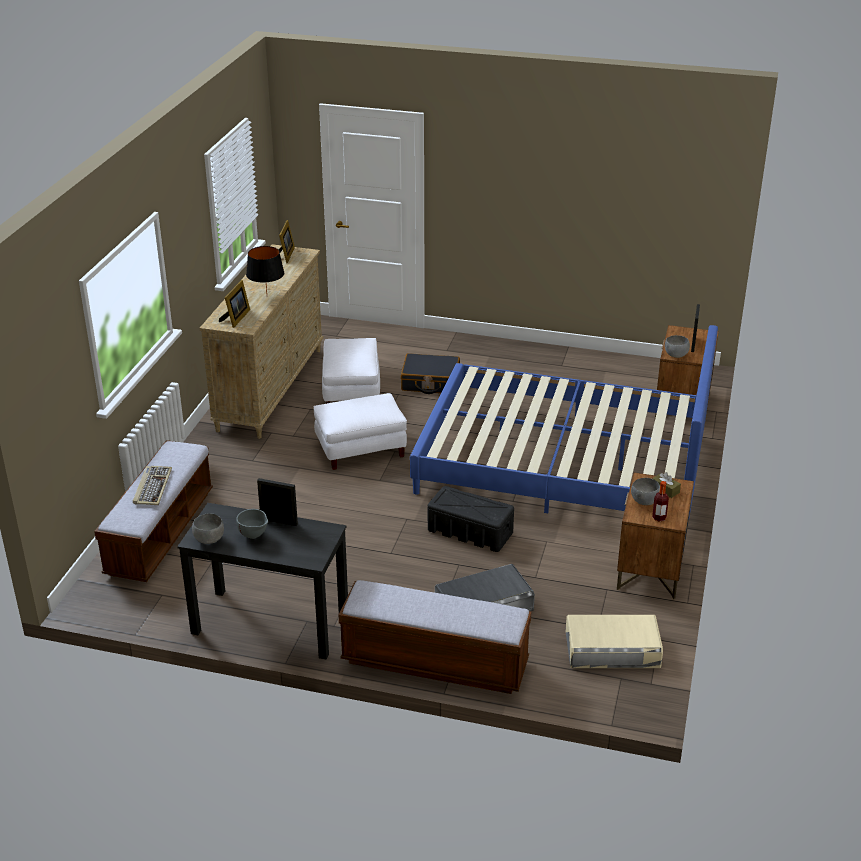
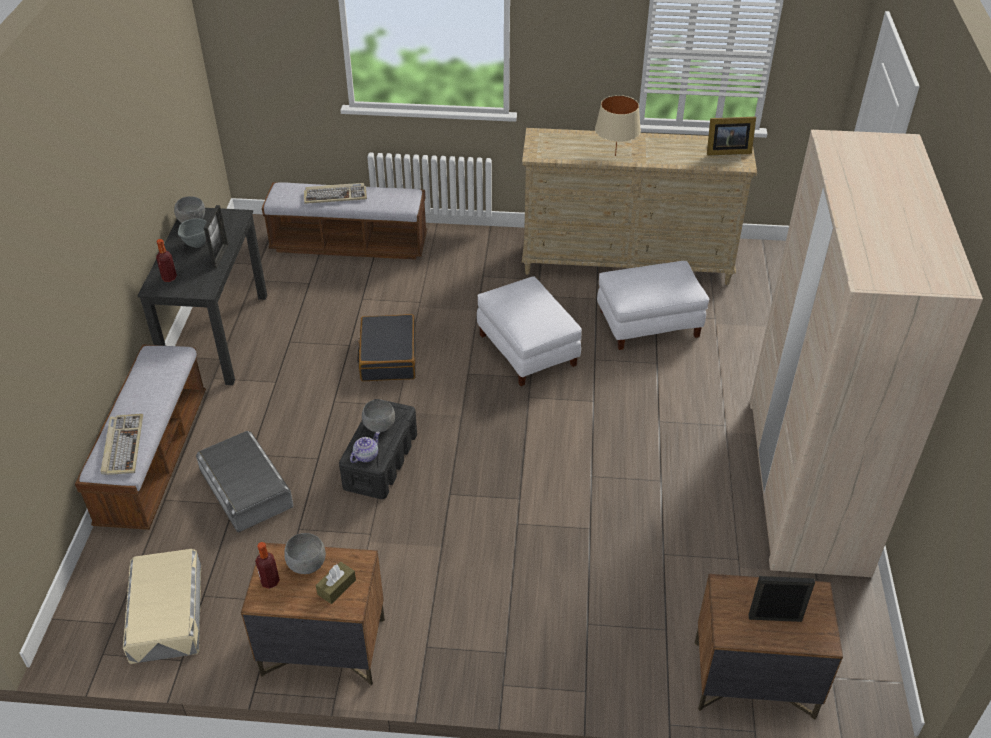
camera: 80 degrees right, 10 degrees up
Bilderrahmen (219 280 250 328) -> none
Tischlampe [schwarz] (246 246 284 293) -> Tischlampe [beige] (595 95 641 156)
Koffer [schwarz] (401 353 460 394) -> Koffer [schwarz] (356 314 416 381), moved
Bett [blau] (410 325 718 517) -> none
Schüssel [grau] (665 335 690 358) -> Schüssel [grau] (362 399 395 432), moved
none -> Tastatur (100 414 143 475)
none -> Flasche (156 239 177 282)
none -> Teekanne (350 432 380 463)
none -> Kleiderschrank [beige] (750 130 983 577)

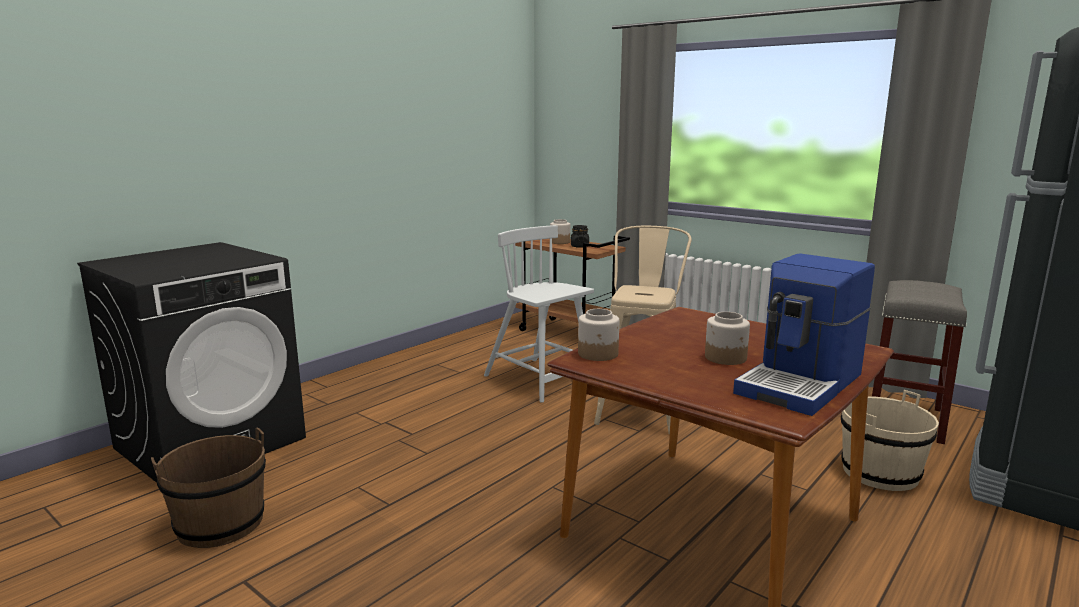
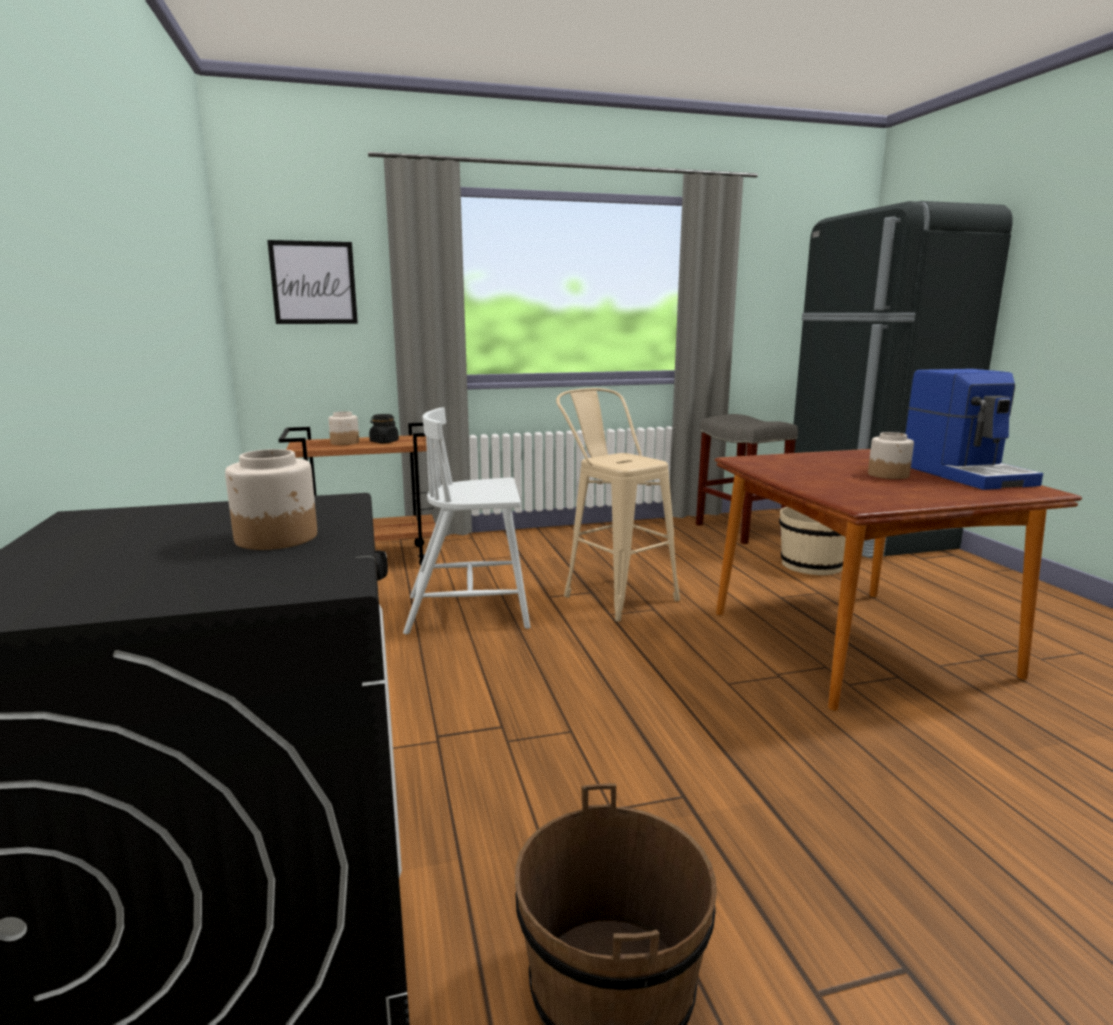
camera: 55 degrees left, 0 degrees up
Vorratsglas (578 309 619 361) -> Vorratsglas (225 449 317 550), moved
none -> Bild (267 240 358 324)

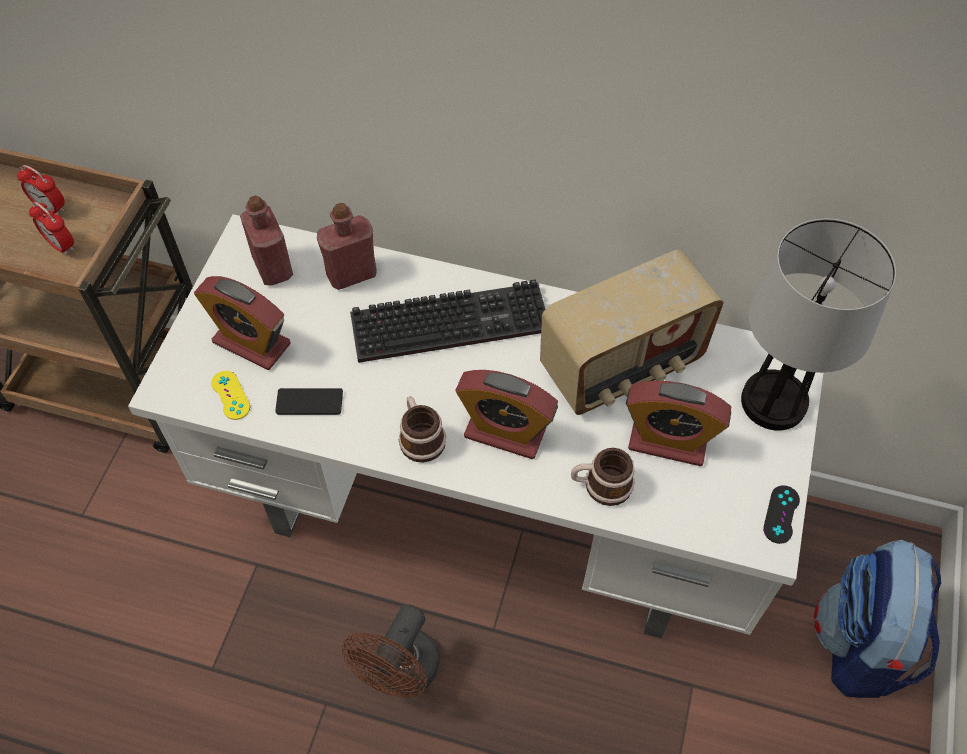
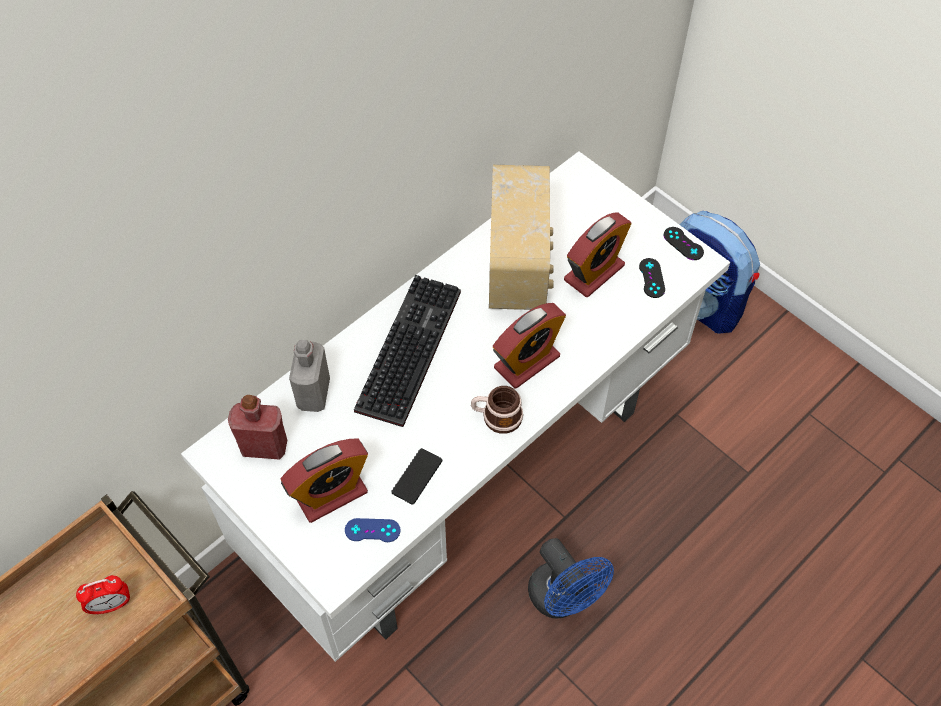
camera: 60 degrees left, 0 degrees up
Wecker (17 165 65 215) -> none
Gamepad [gelb] (211 371 250 420) -> Gamepad [blau] (345 518 401 542)
Flasche [rot] (317 203 377 290) -> Flasche [grau] (289 340 330 412)
Ventilator [braun] (342 604 440 698) -> Ventilator [blau] (528 538 614 618)
Henkelbecher (571 448 635 506) -> none
Tischlampe (741 218 896 431) -> none
none -> Gamepad [schwarz] (639 258 665 298)

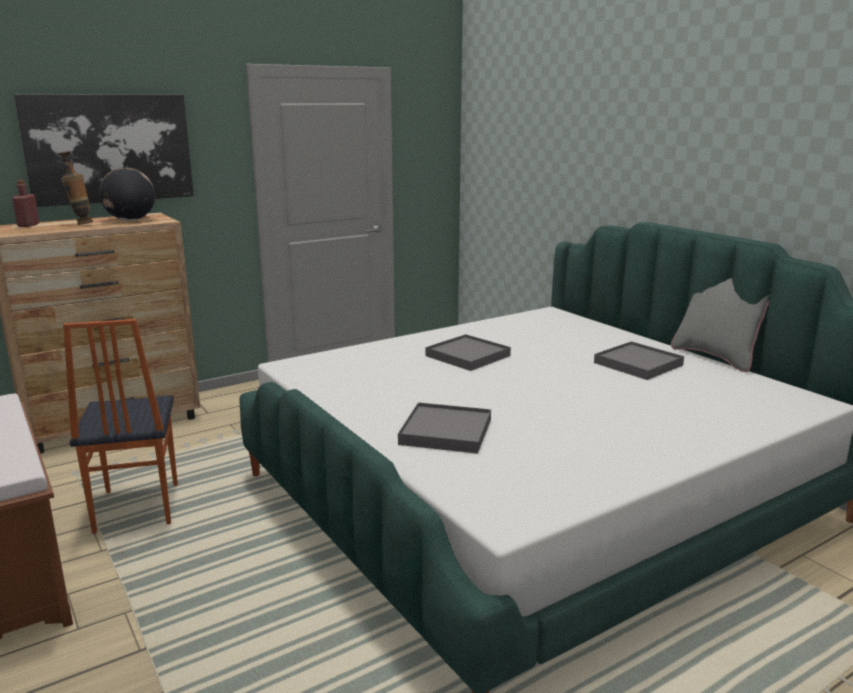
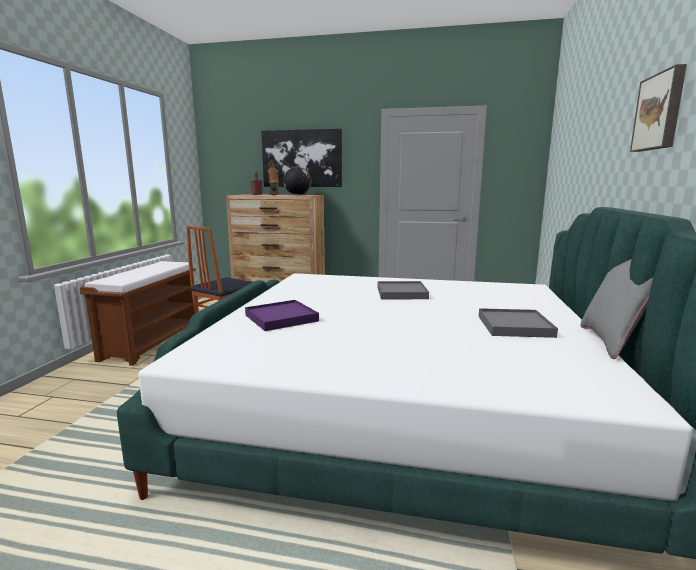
camera: 45 degrees right, 5 degrees down
Tablett [grau] (398 402 491 454) -> Tablett [lila] (245 300 319 331)
none -> Bild (630 64 687 152)

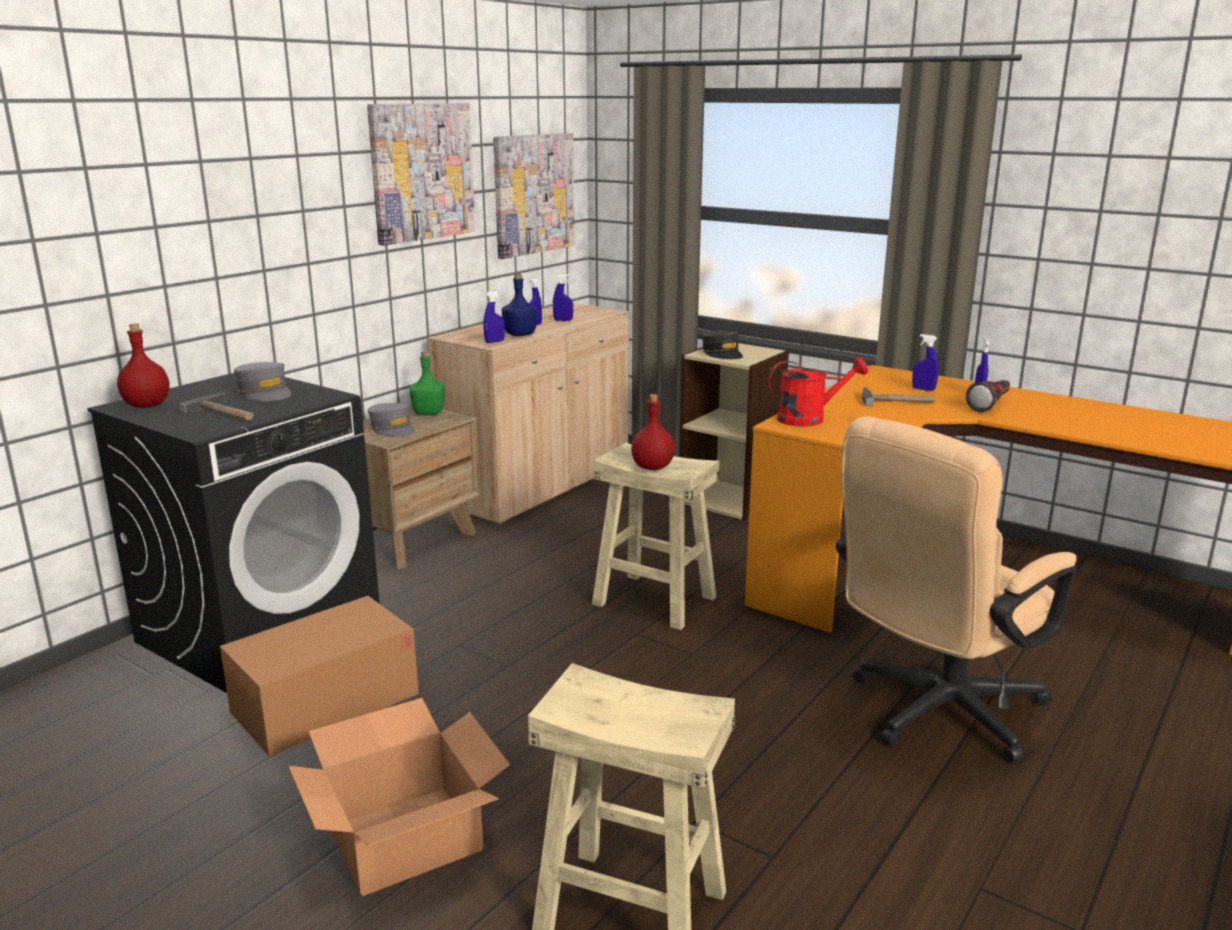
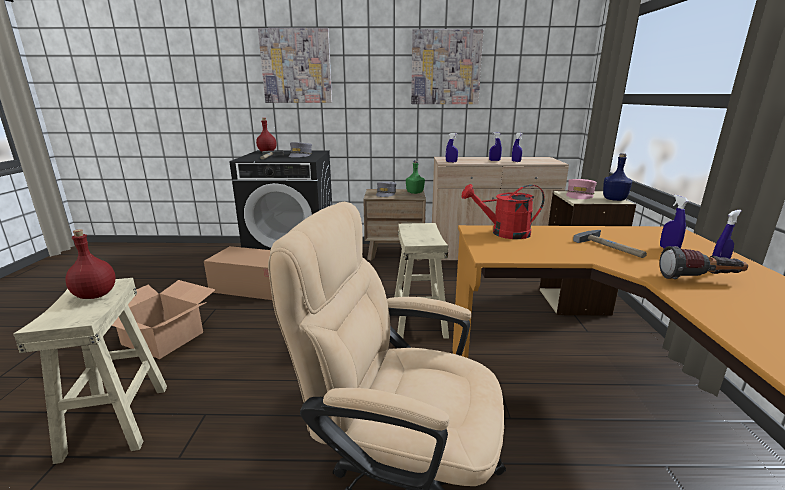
camera: 55 degrees right, 0 degrees up
Bild (493 133 575 259) -> Bild (258 28 332 103), moved
Flasche [blau] (502 273 537 336) -> Flasche [blau] (603 153 632 201), moved
Flasche [rot] (631 394 675 470) -> Flasche [rot] (65 229 116 299), moved
Kappe [grau] (701 330 743 359) -> Kappe [rosa] (566 179 597 199)
Gießkanne [rot] (768 357 868 427) -> Gießkanne [rot] (462 184 545 239), 135 degrees clockwise

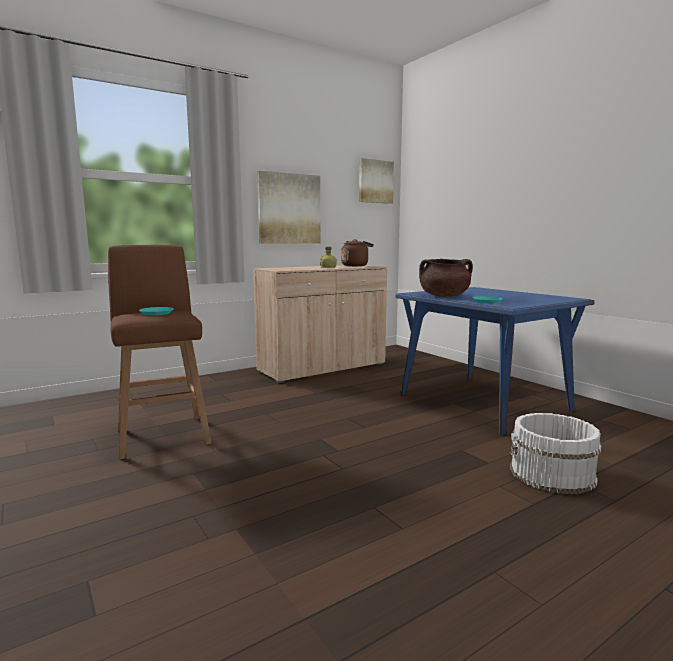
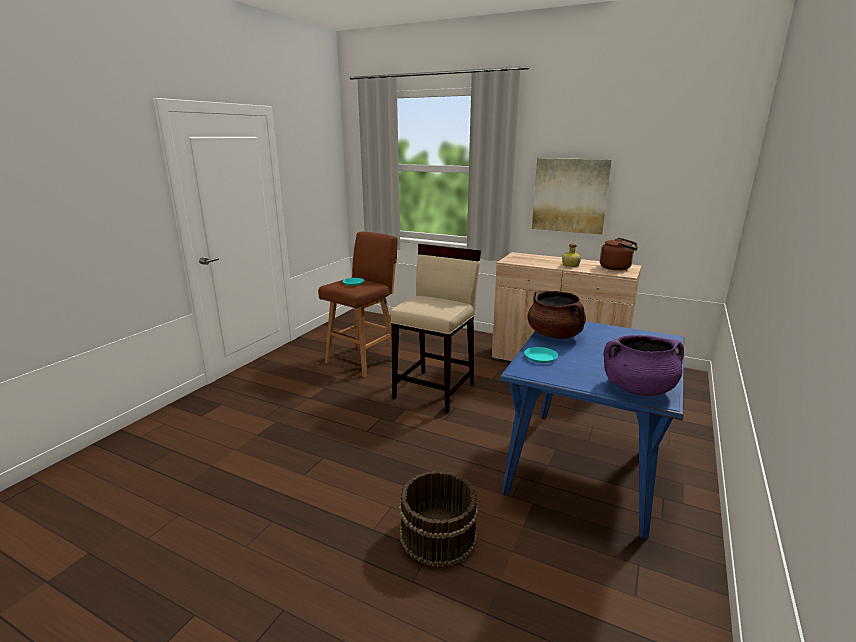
camera: 60 degrees right, 10 degrees up
Bild (359 158 394 204) -> none
Eimer [weiß] (510 413 601 494) -> Eimer [braun] (399 471 478 567)
none -> Hocker [beige] (390 244 481 414)
none -> Kochtopf [lila] (604 335 684 396)

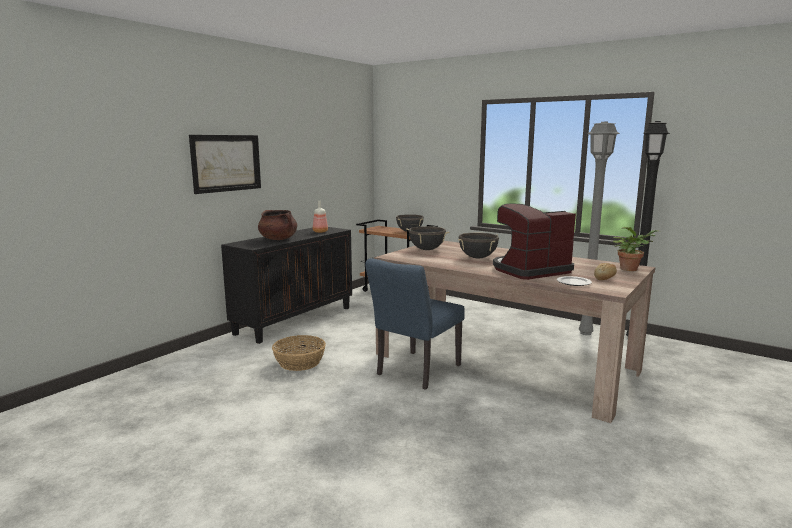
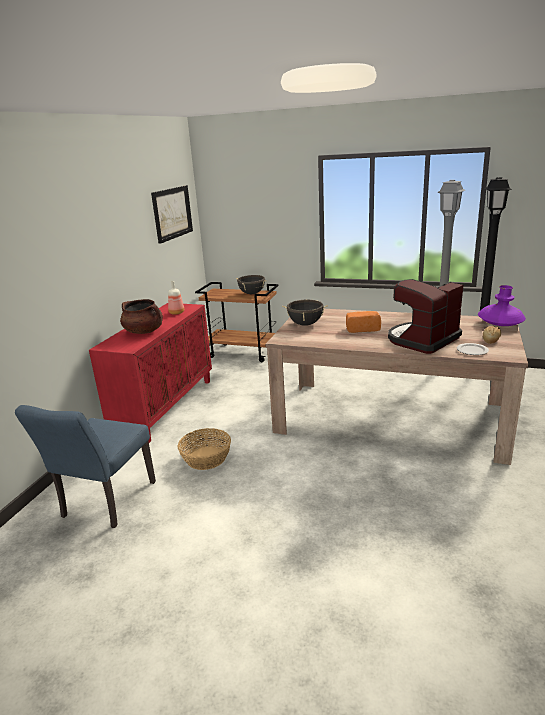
camera: 15 degrees left, 10 degrees up
Bild (189 135 261 194) -> Bild (151 185 193 244), moved
Schrank [schwarz] (221 227 352 344) -> Schrank [rot] (89 303 212 443)
Stuhl [blau] (365 258 465 390) -> Stuhl [blau] (15 405 156 528), moved
Kochtopf [schwarz] (458 233 499 258) -> Brot (346 311 381 333)
Topfpflanze (613 227 660 271) -> Vase [lila] (478 285 526 326)

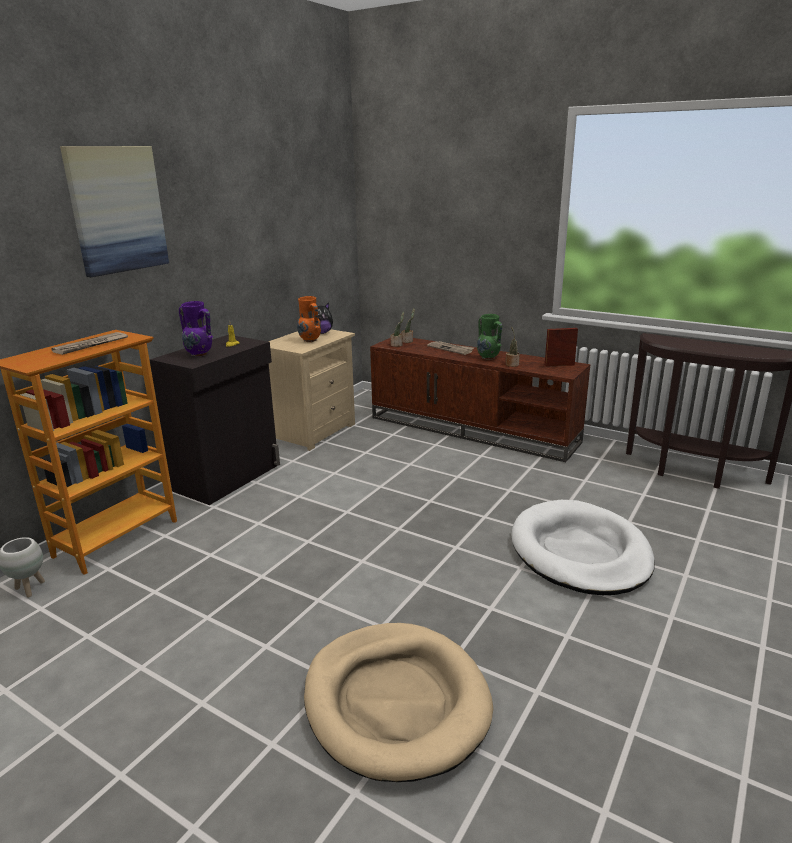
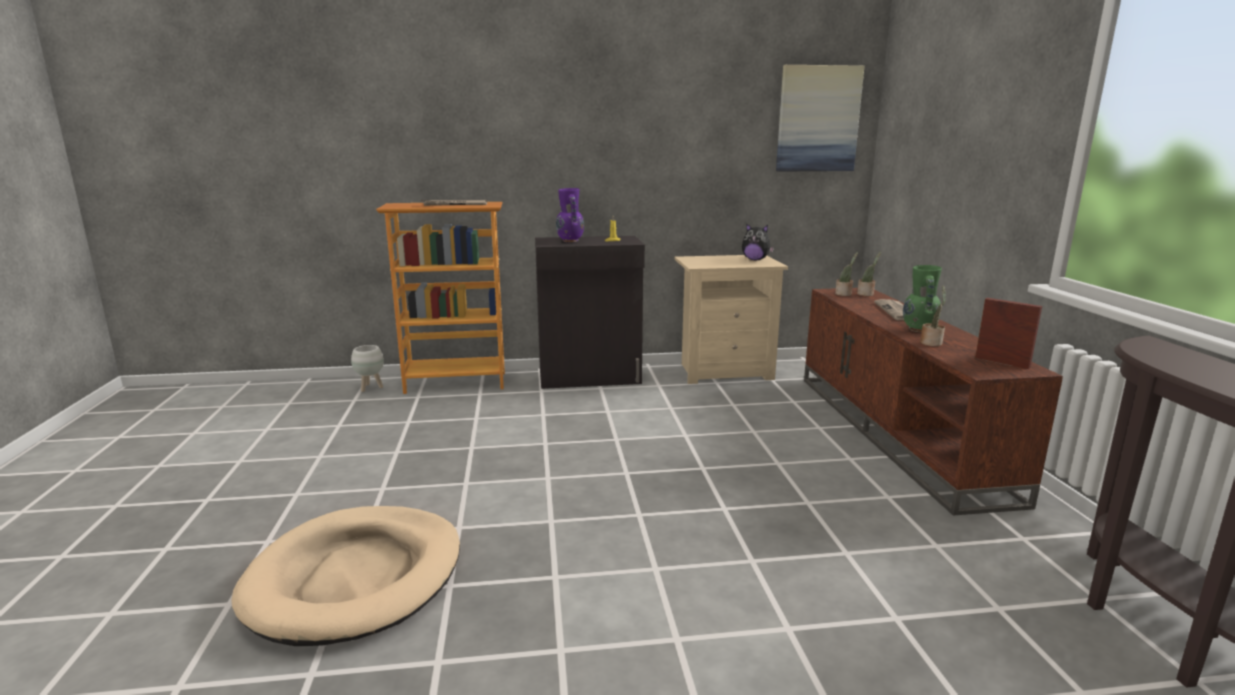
camera: 50 degrees right, 5 degrees down
Bild (60 146 169 277) -> Bild (776 65 864 172), moved
Vase [orange] (297 296 321 342) -> none
Hundebett [weiß] (511 500 655 595) -> none

